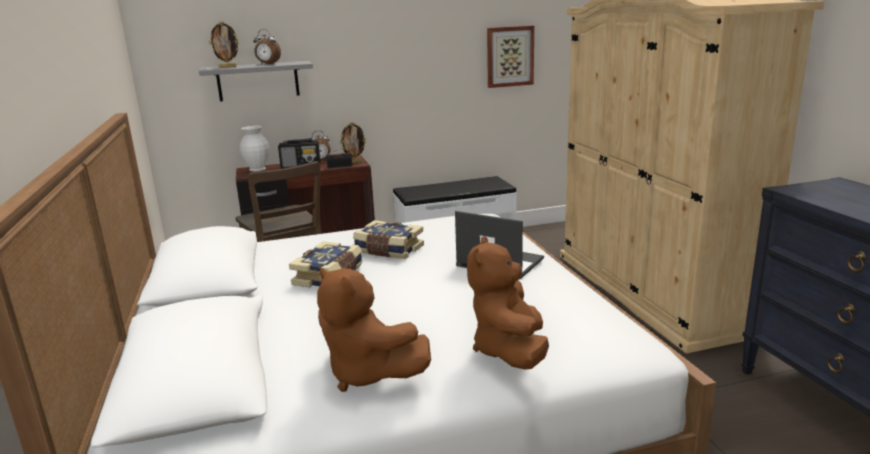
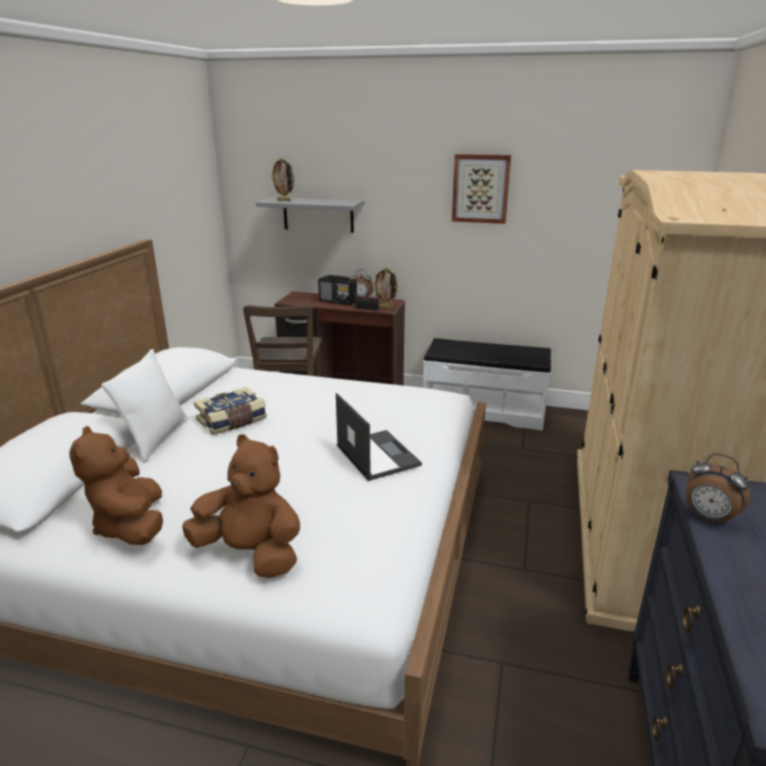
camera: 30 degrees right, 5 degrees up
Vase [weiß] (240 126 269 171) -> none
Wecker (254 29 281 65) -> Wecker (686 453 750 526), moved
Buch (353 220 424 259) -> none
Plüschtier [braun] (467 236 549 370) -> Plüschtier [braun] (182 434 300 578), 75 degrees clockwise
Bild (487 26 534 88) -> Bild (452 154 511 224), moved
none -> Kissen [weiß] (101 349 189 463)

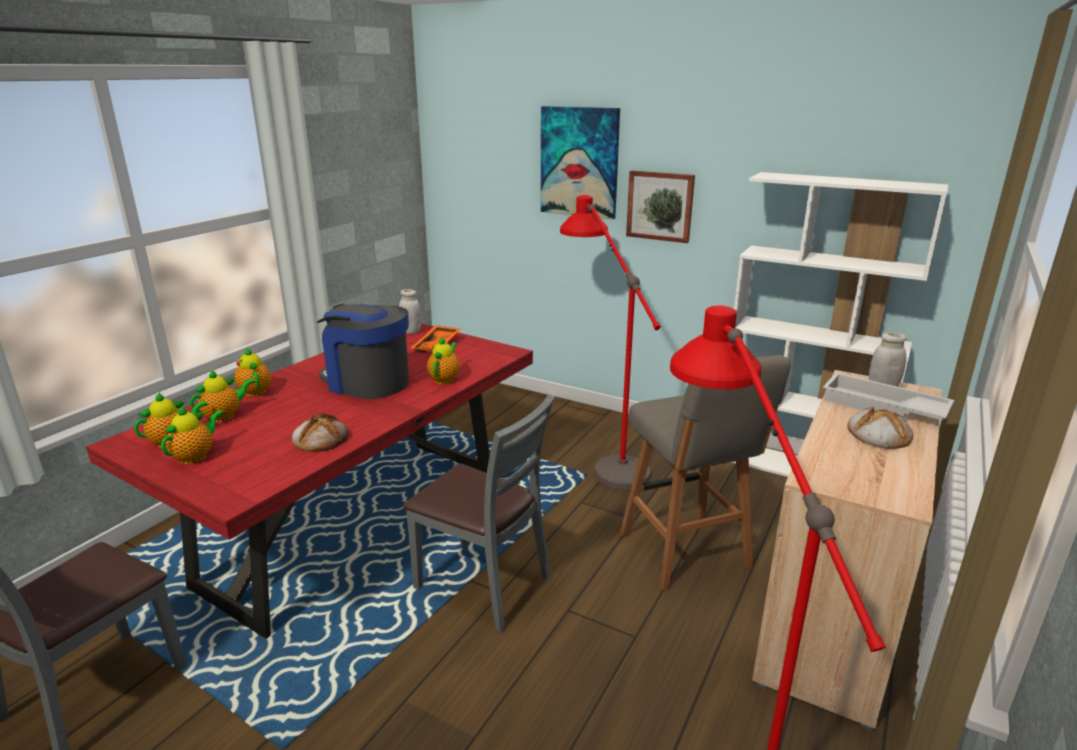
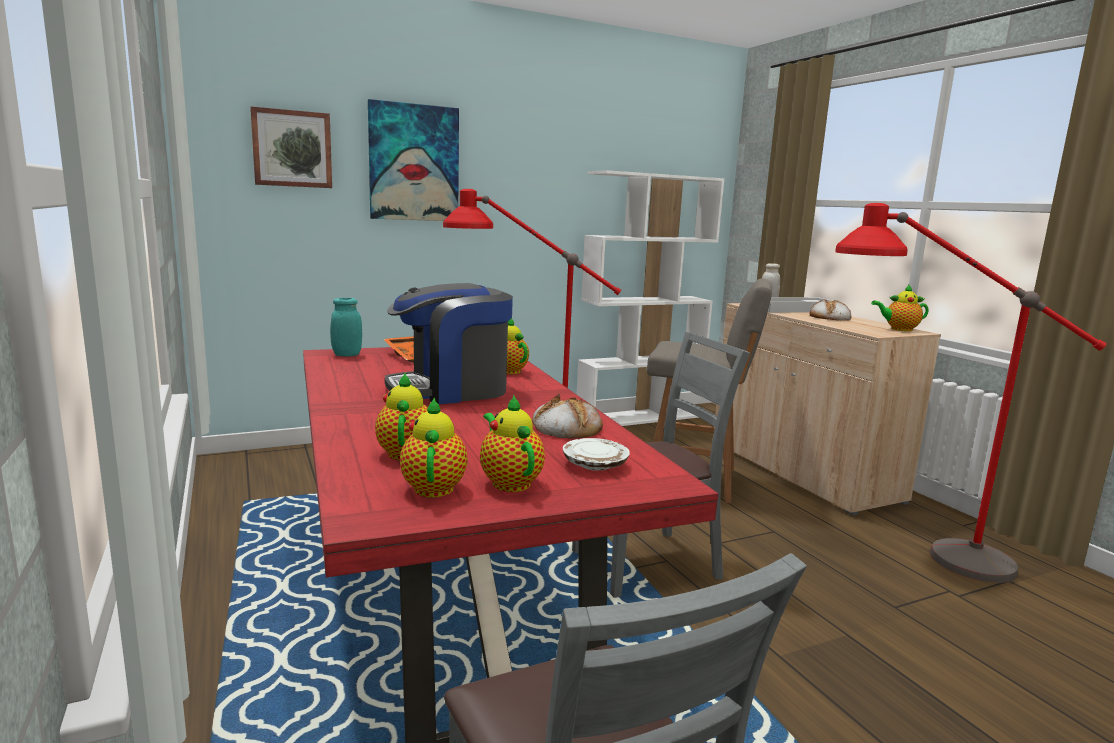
camera: 55 degrees left, 10 degrees down
Teekanne (234 347 271 397) -> Teekanne (871 284 929 332), moved
Vorratsglas [weiß] (399 289 421 334) -> Vorratsglas [türkis] (330 298 362 357)
Bild (626 170 695 243) -> Bild (250 106 332 188), moved
none -> Teller [weiß] (563 438 630 471)

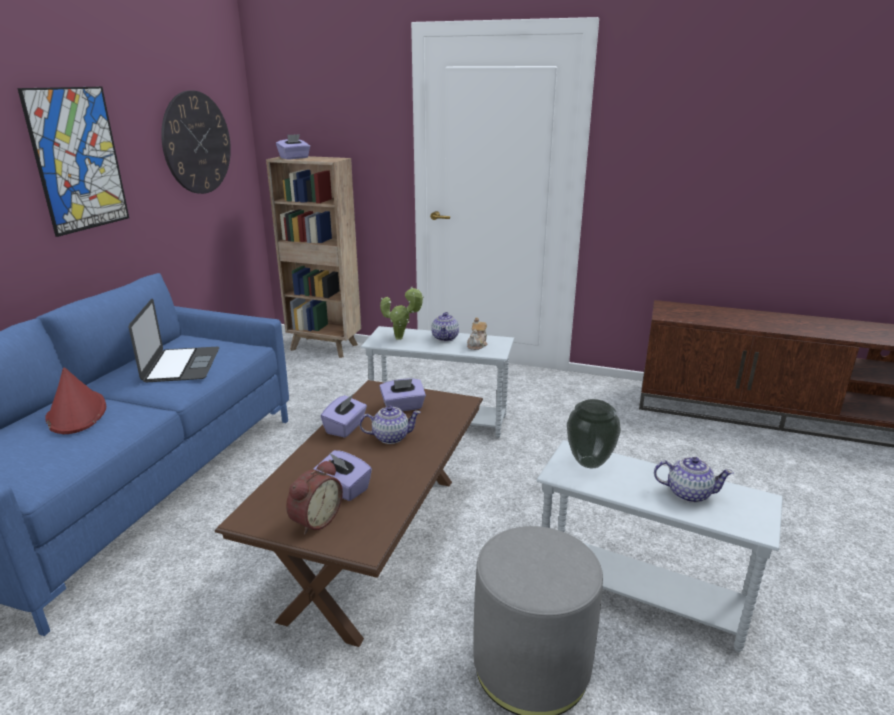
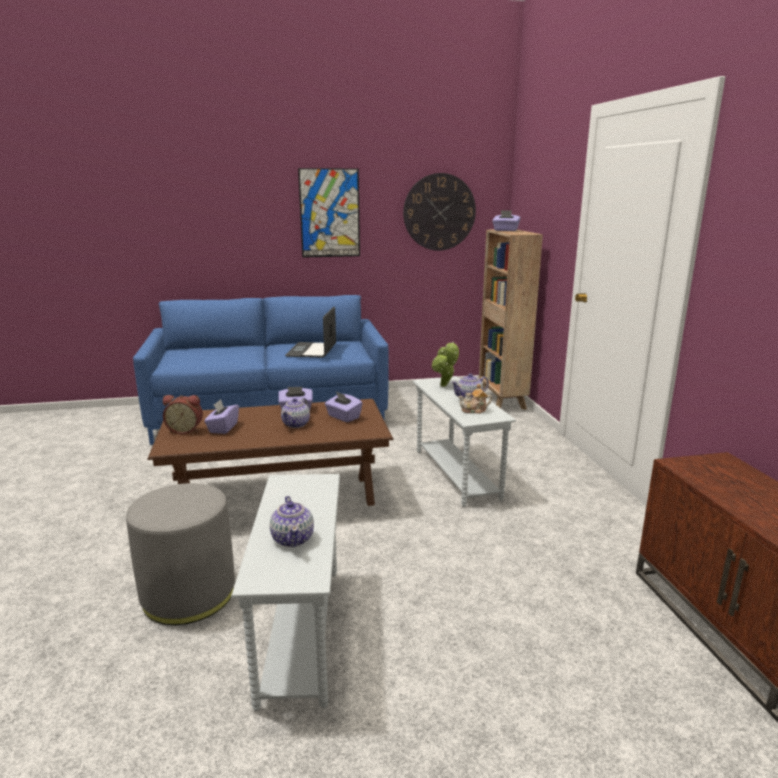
camera: 60 degrees right, 5 degrees down
Hut [rot] (45 368 106 434) -> none
Laptop (129 299 219 382) -> Laptop (285 306 336 358), 135 degrees clockwise
Teekanne (359 406 421 444) -> Teekanne (281 398 310 428), 60 degrees clockwise
Vase (567 399 621 468) -> none

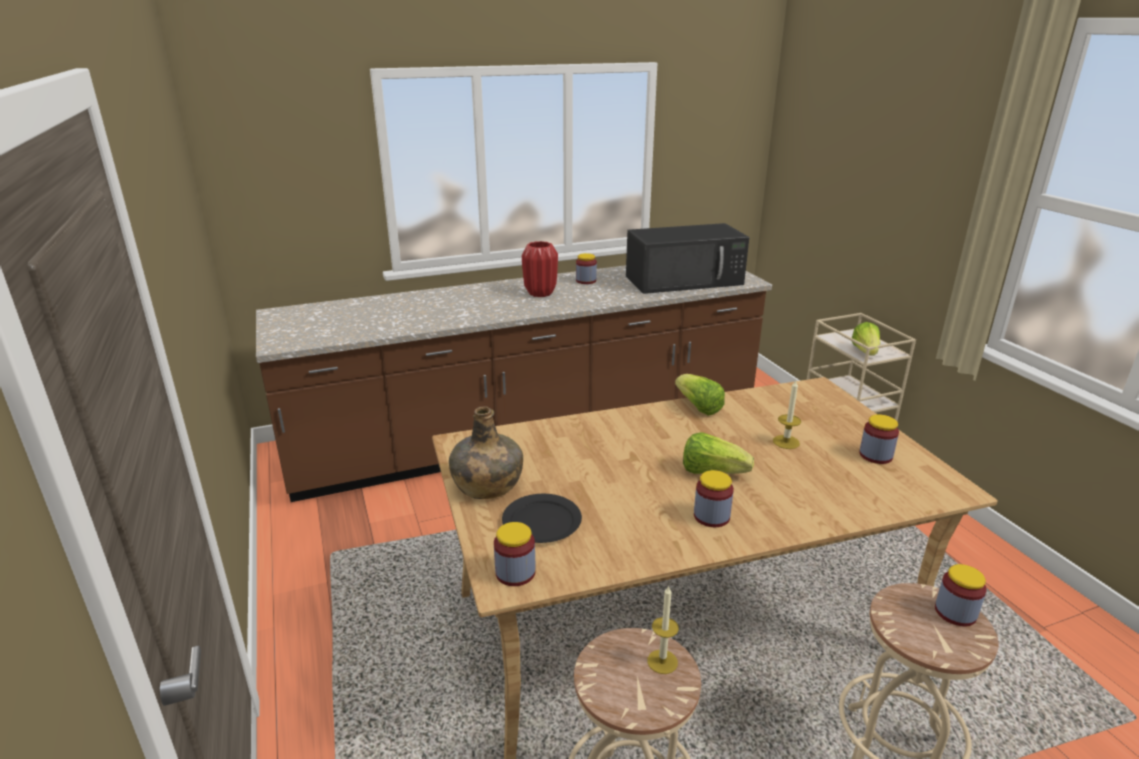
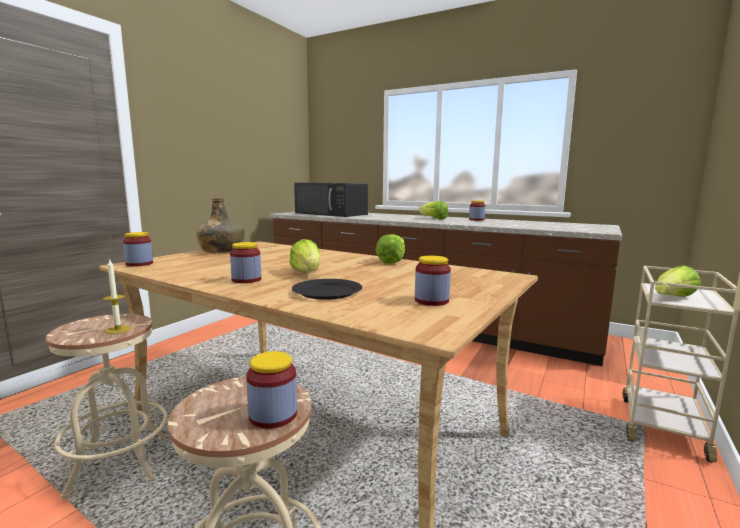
camera: 50 degrees right, 15 degrees down
Teller [schwarz] (502 494 582 543) -> Teller [schwarz] (292 279 362 300), moved
Vase [rot] (522 241 558 297) -> Salatkopf (419 201 448 220)
Mikrowelle [schwarz] (626 223 749 294) -> Mikrowelle [schwarz] (294 183 368 217), moved
Kerze (773 380 801 449) -> none

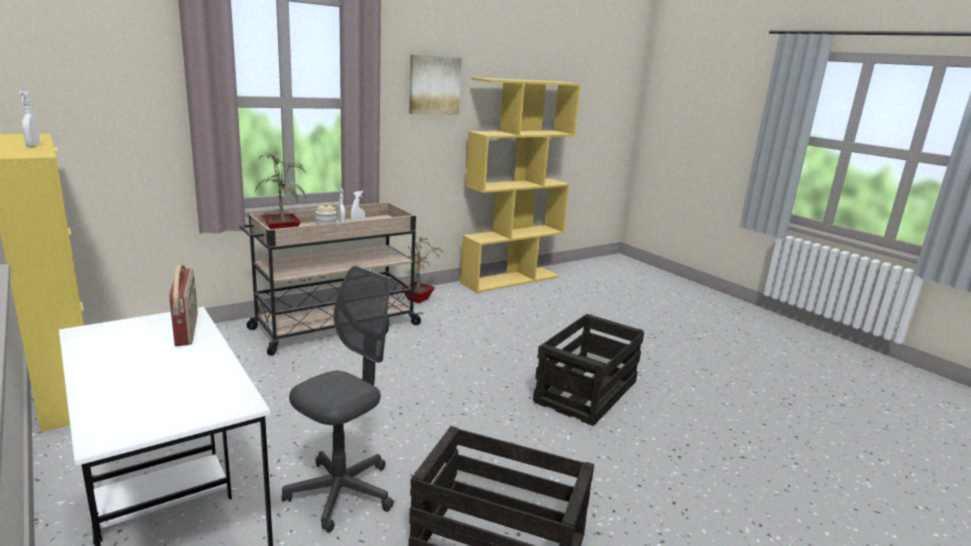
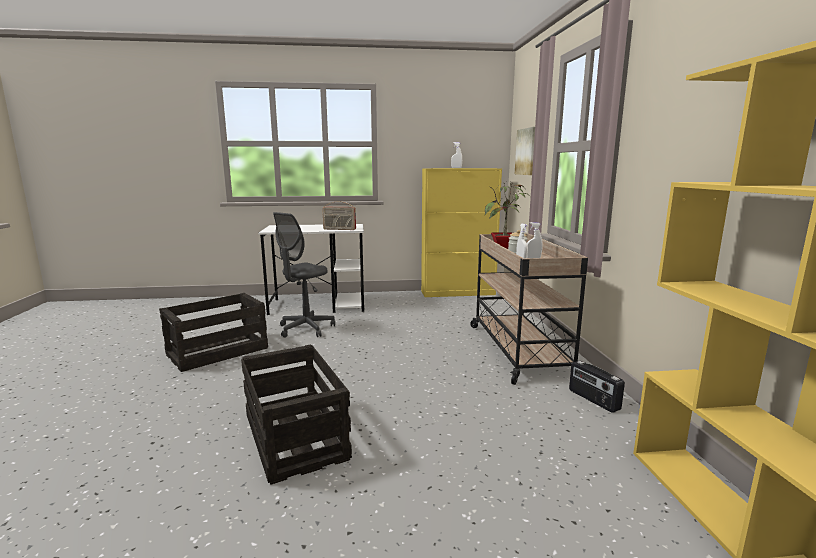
camera: 120 degrees right, 5 degrees down
Bürostuhl [grau] (282 266 394 533) -> Bürostuhl [grau] (273 212 335 338), 60 degrees clockwise
Topfpflanze (401 237 443 303) -> Radio (569 361 625 413)
Bild (409 54 462 114) -> Bild (515 127 535 175), moved

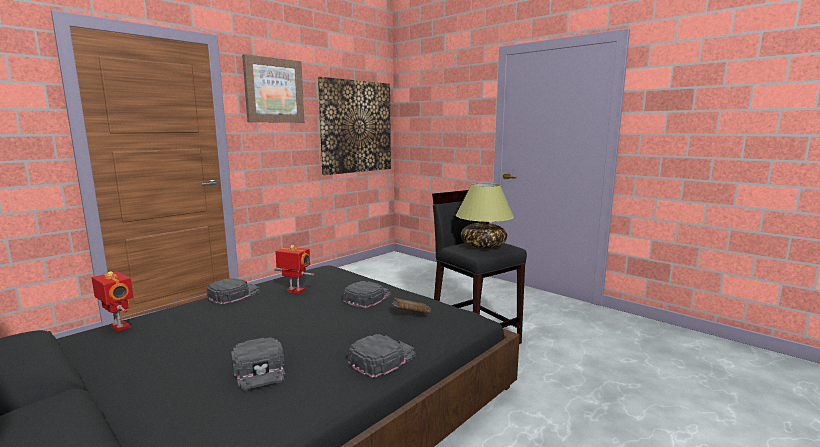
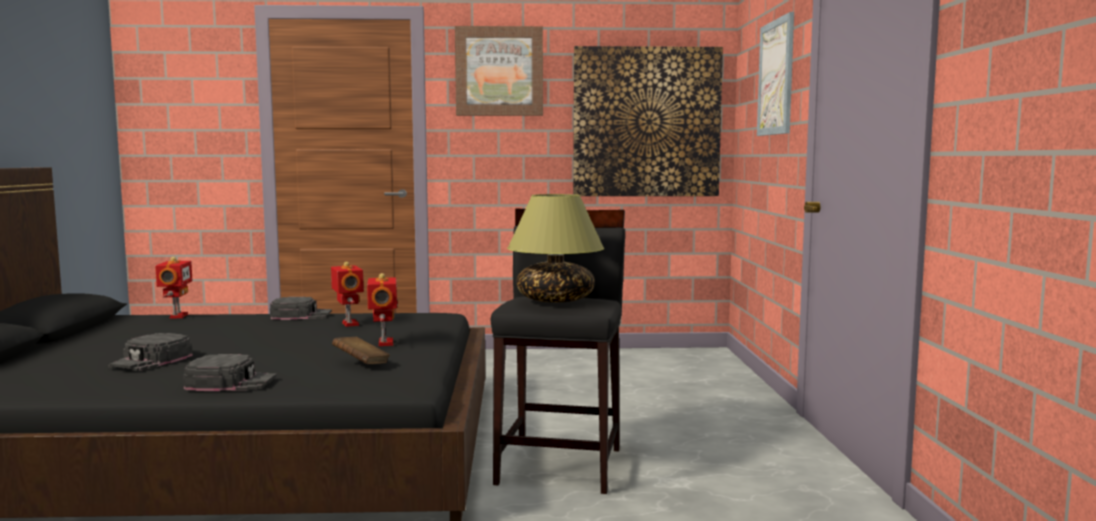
camera: 45 degrees right, 5 degrees down
Kappe [schwarz] (343 281 391 308) -> Spielzeugroboter (367 273 398 346)
none -> Bild (757 12 794 136)

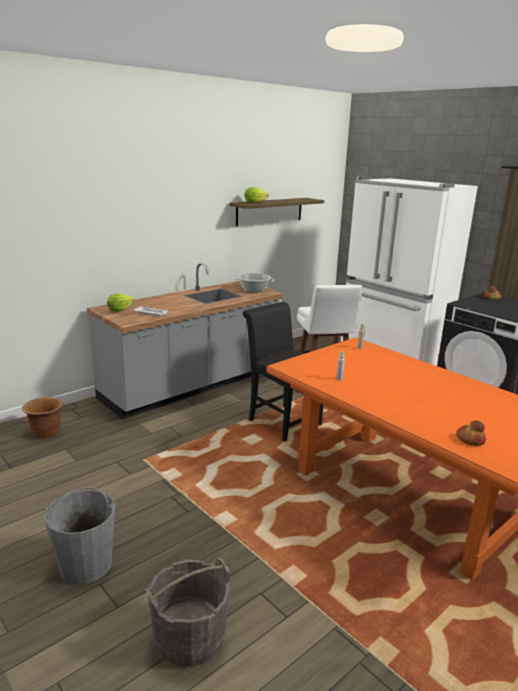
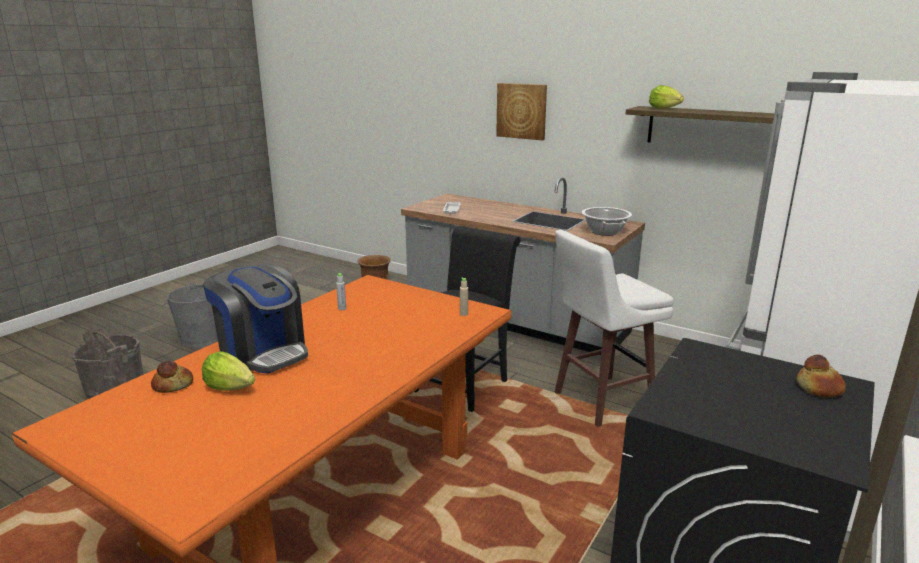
camera: 75 degrees right, 0 degrees up
Salatkopf (107 294 134 312) -> Salatkopf (202 351 255 391), moved
none -> Kaffeemaschine (203 265 308 373)
none -> Bild (496 83 547 140)

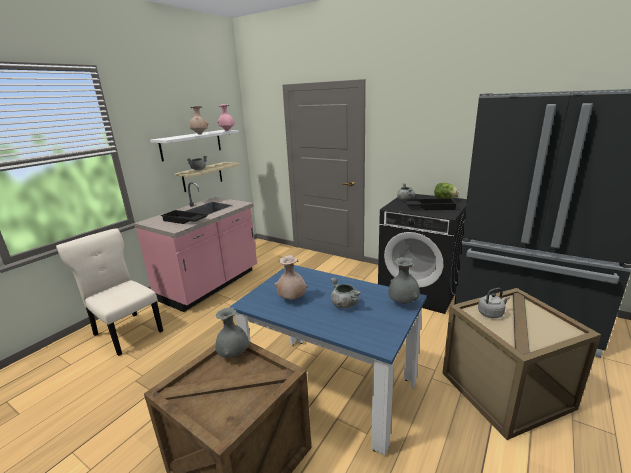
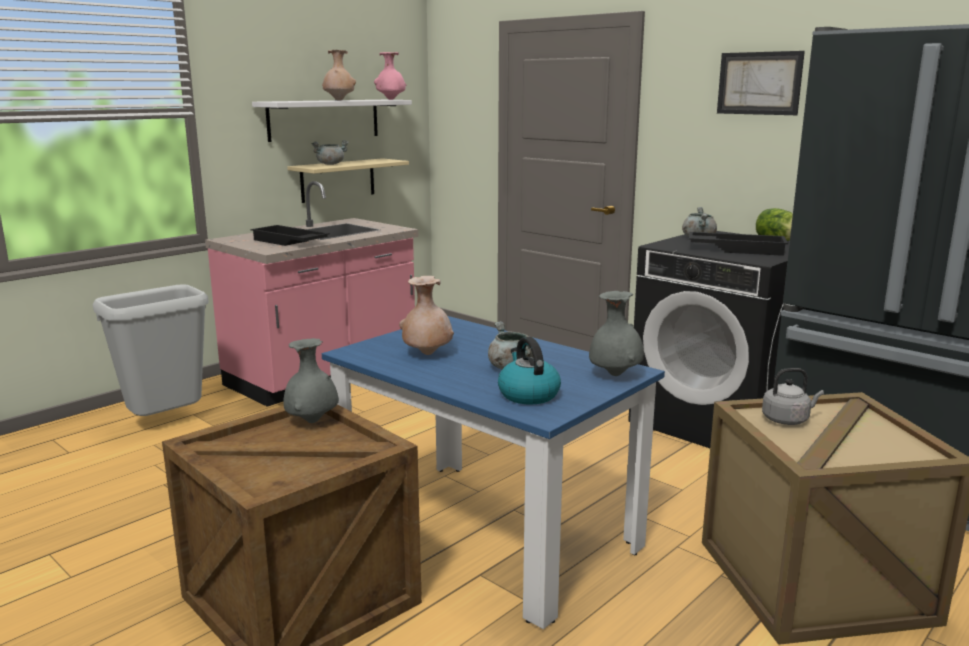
camera: 10 degrees right, 5 degrees down
Stuhl [beige] (56 228 163 356) -> Mülleimer [grau] (92 284 209 416)
none -> Wasserkessel (498 337 561 404)
none -> Bild (717 51 805 115)

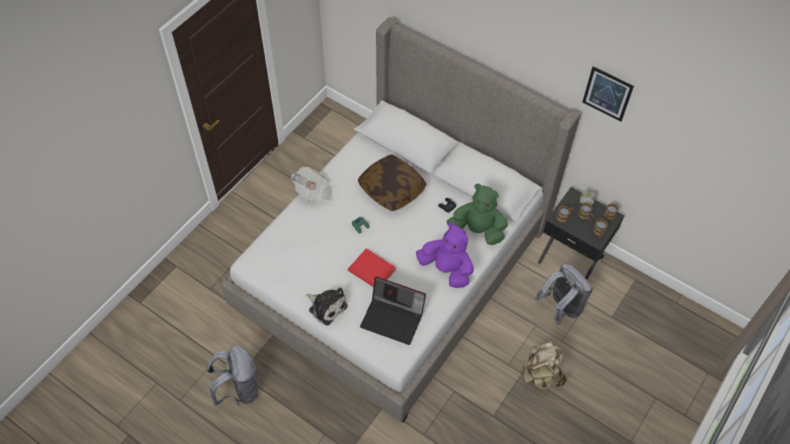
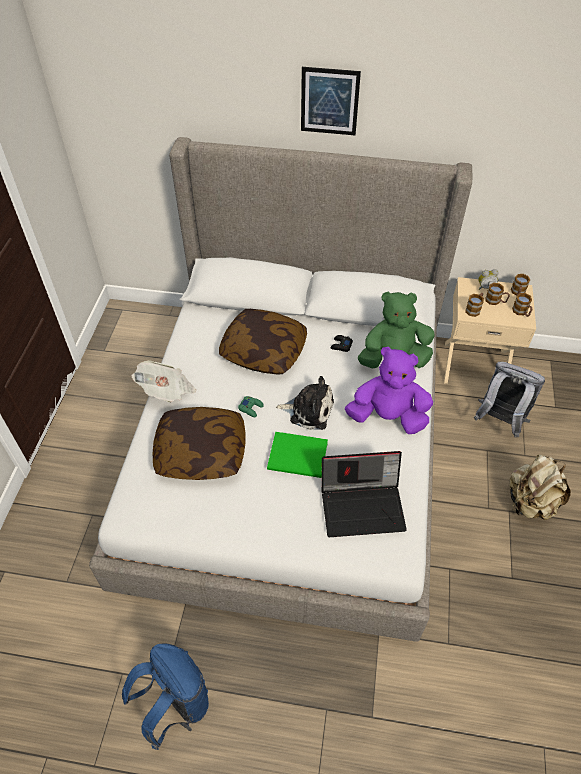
camera: 25 degrees left, 5 degrees down
Rucksack [grau] (207 345 259 406) -> Rucksack [blau] (122 643 209 750)
Plüschtier (306 287 348 325) -> Plüschtier (276 376 334 430), moved
Buch [rot] (348 249 396 287) -> Buch [grün] (267 432 328 478)
Nachttisch [schwarz] (538 187 624 280) -> Nachttisch [beige] (444 277 536 384)
Bild (582 66 634 121) -> Bild (301 67 361 135), moved
none -> Kissen (153 407 246 480)

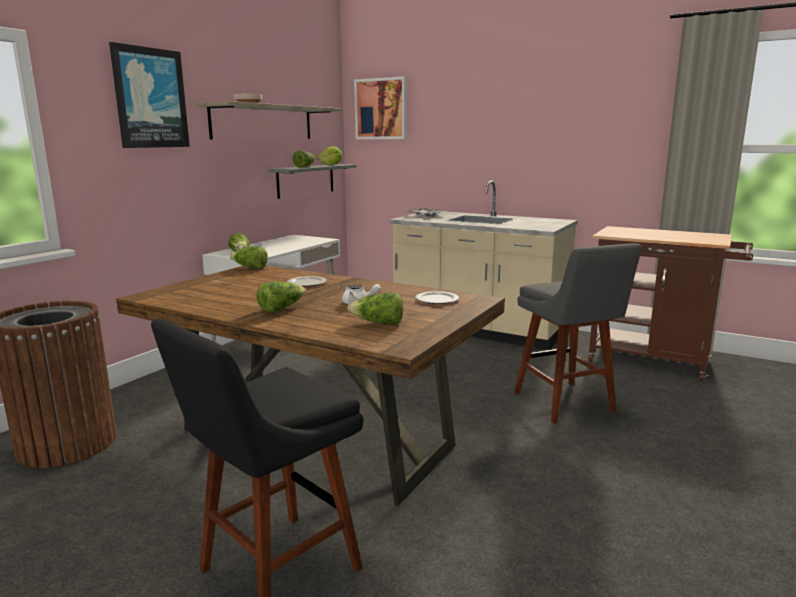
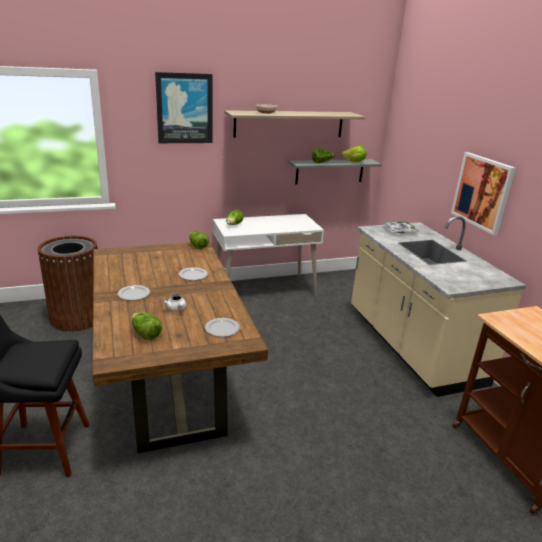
camera: 40 degrees right, 10 degrees up
Salatkopf (256 282 306 312) -> Teller (118 285 150 301)
Bild (354 76 406 139) -> Bild (451 152 516 235), moved
Hocker [grau] (514 243 642 424) -> none

